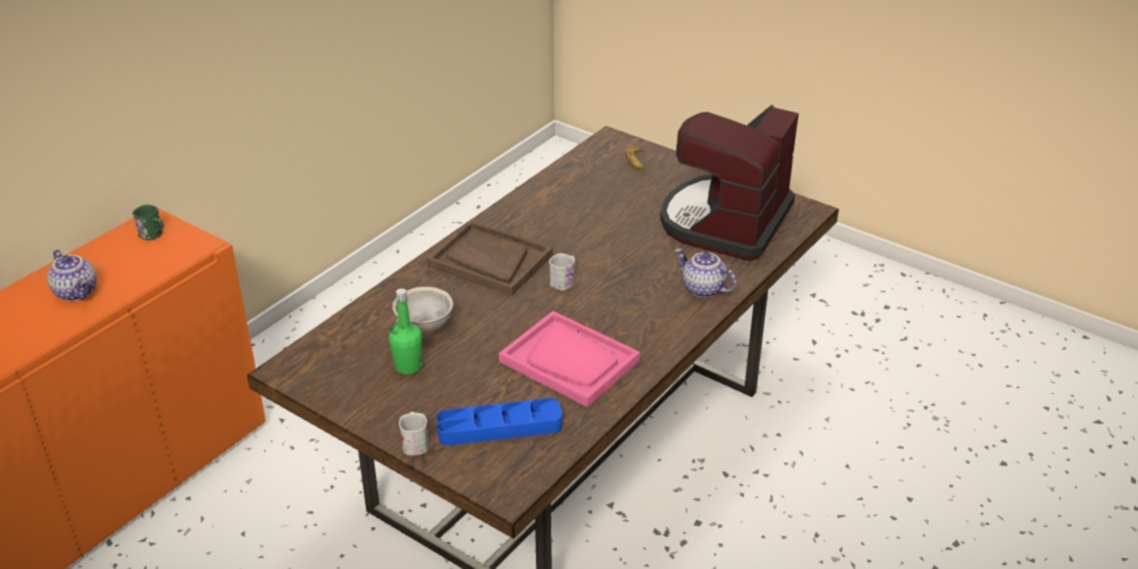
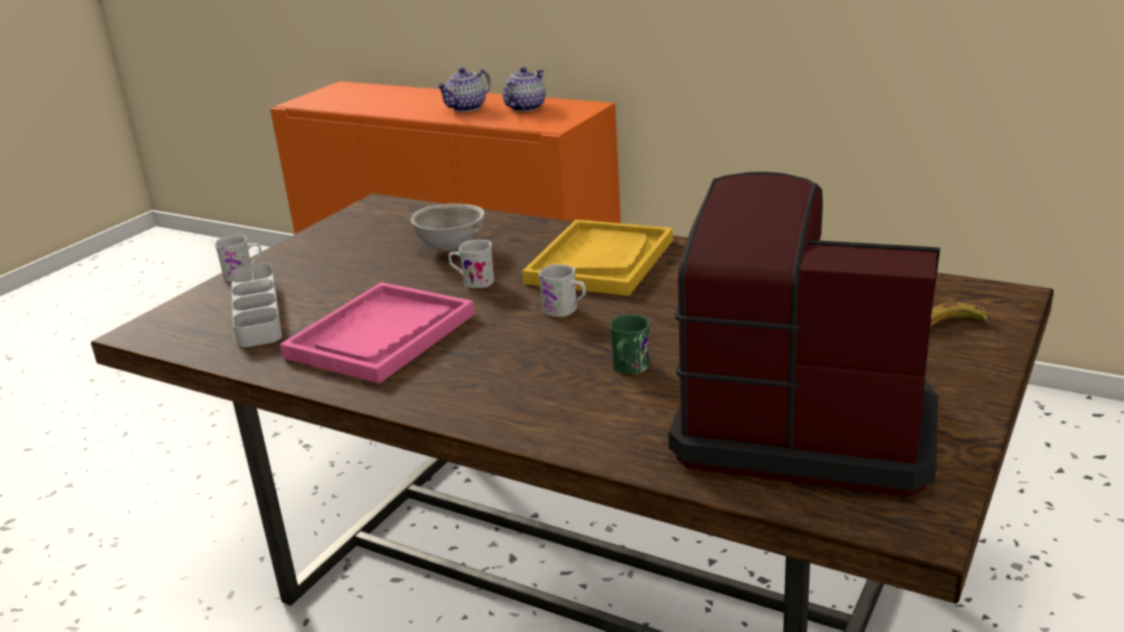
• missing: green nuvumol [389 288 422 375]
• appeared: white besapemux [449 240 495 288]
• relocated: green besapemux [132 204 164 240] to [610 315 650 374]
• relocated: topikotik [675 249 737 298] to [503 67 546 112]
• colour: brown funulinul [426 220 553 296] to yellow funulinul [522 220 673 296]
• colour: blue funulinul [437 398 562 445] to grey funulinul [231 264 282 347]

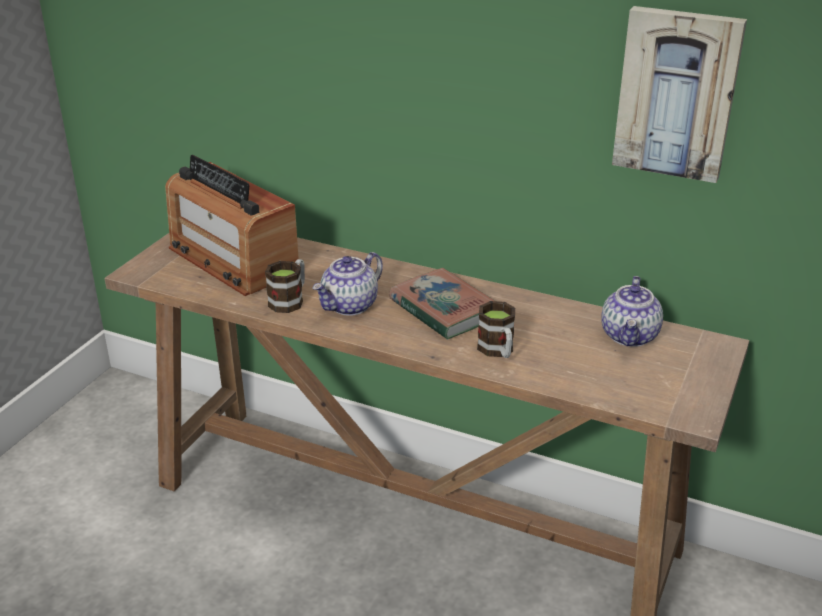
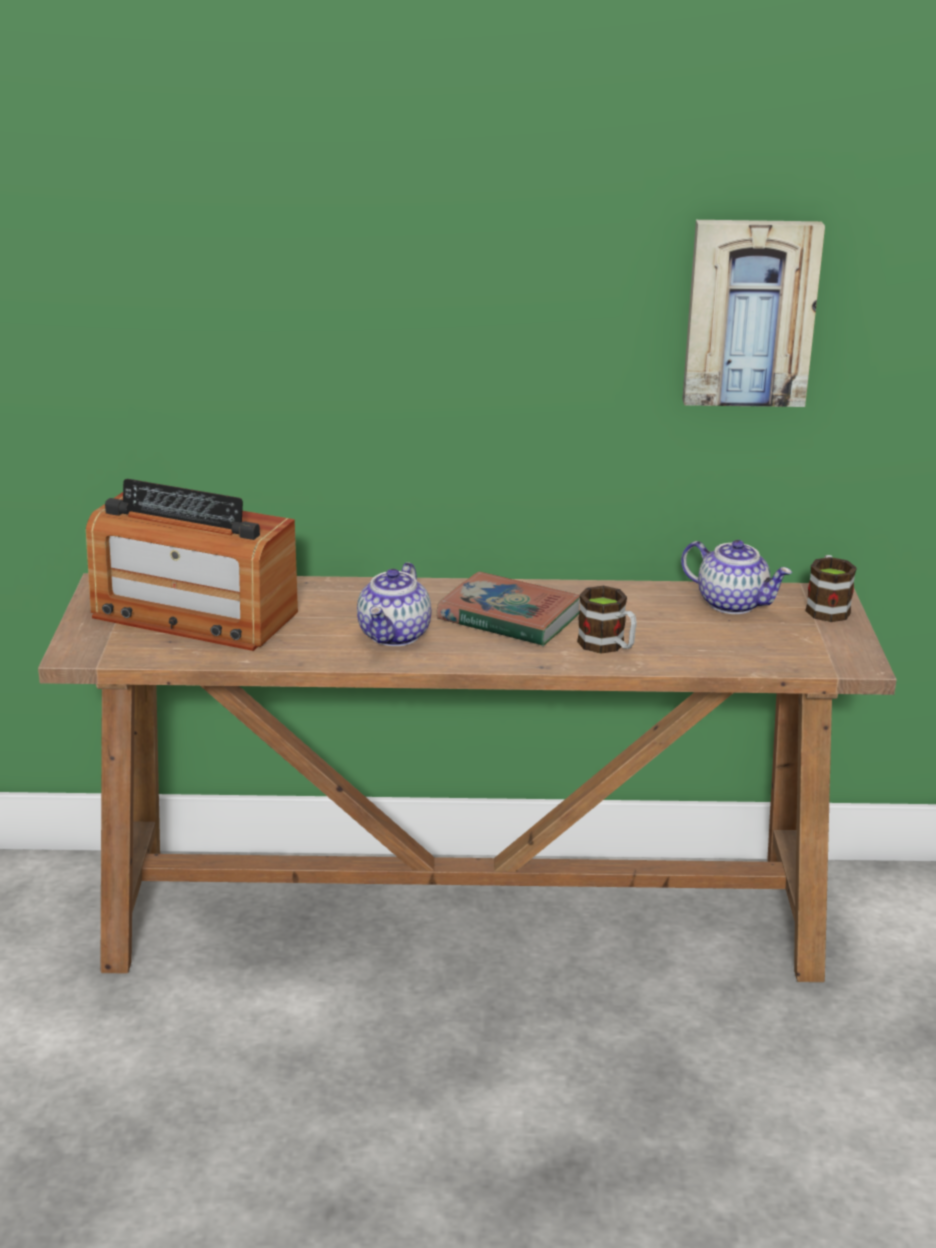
• relocated: besapemux [265 259 305 313] to [805 555 857 622]
• spun: topikotik [601 276 663 347] = [681 540 792 614] 45 degrees counterclockwise

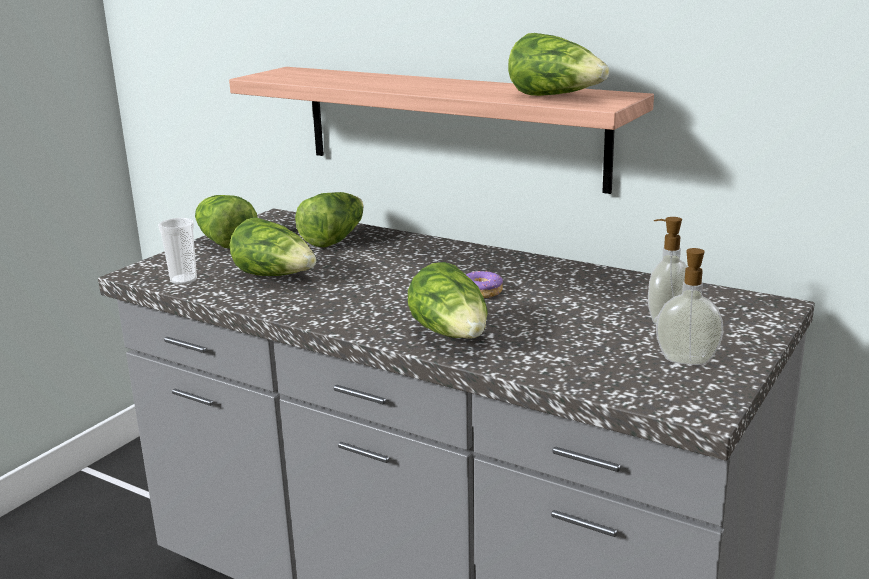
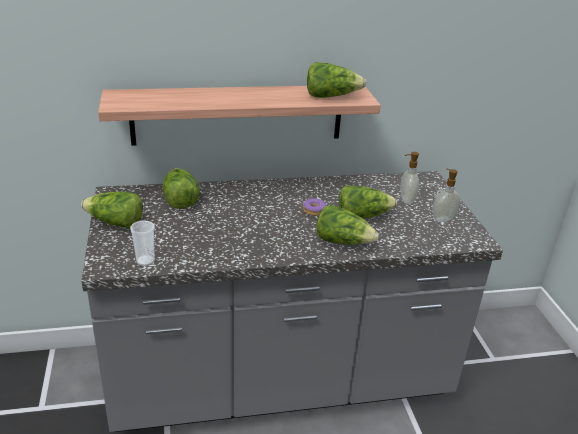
• relocated: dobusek [230 217 316 276] to [339 185 397 219]

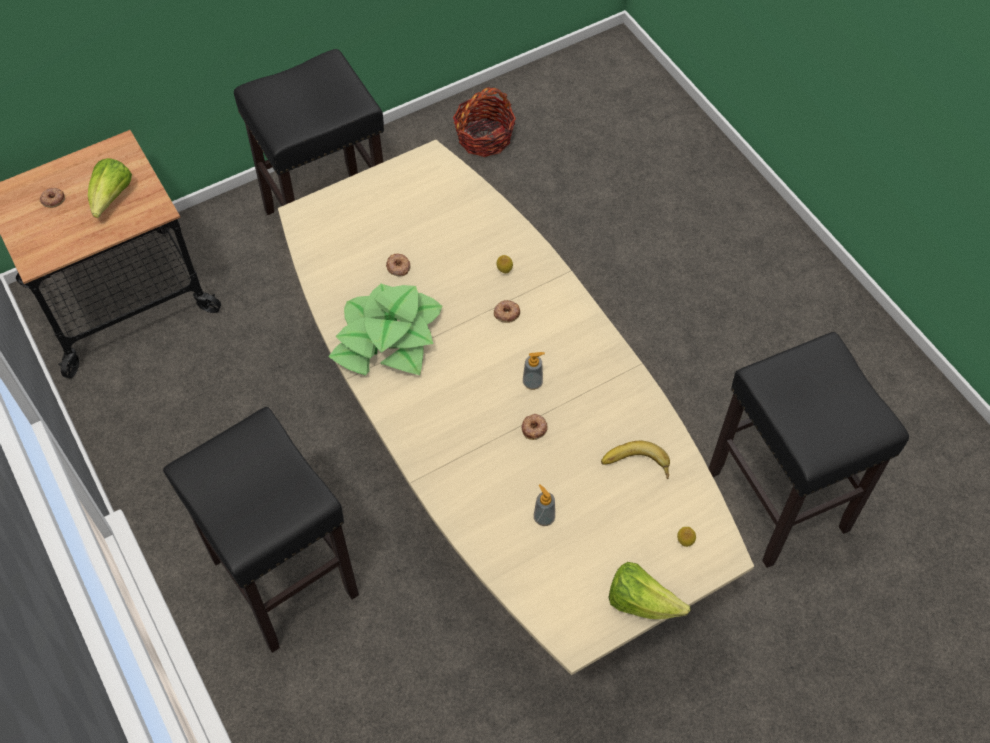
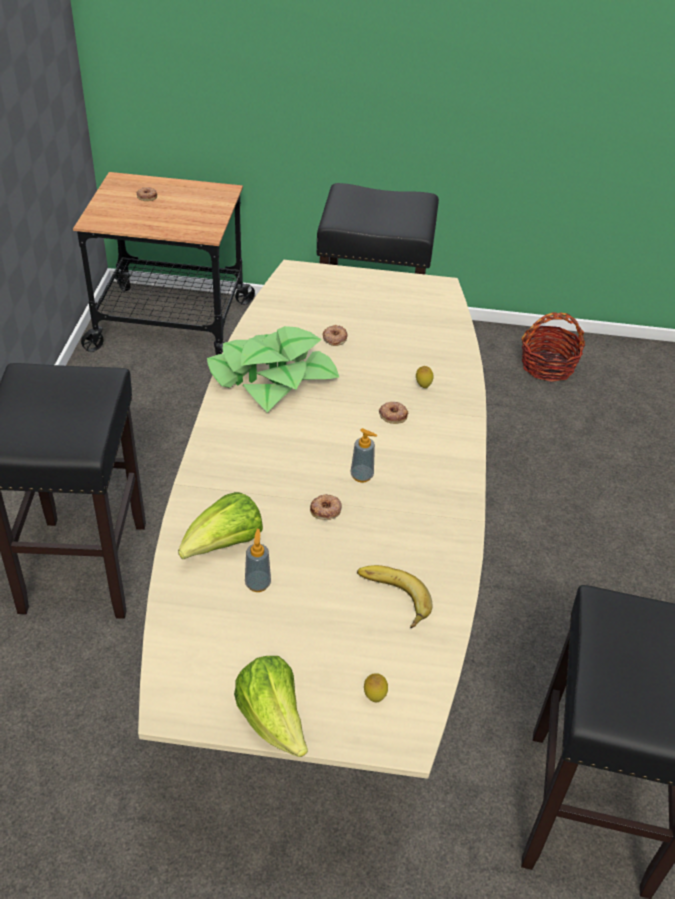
• relocated: dobusek [88 158 132 218] to [178 492 263 559]

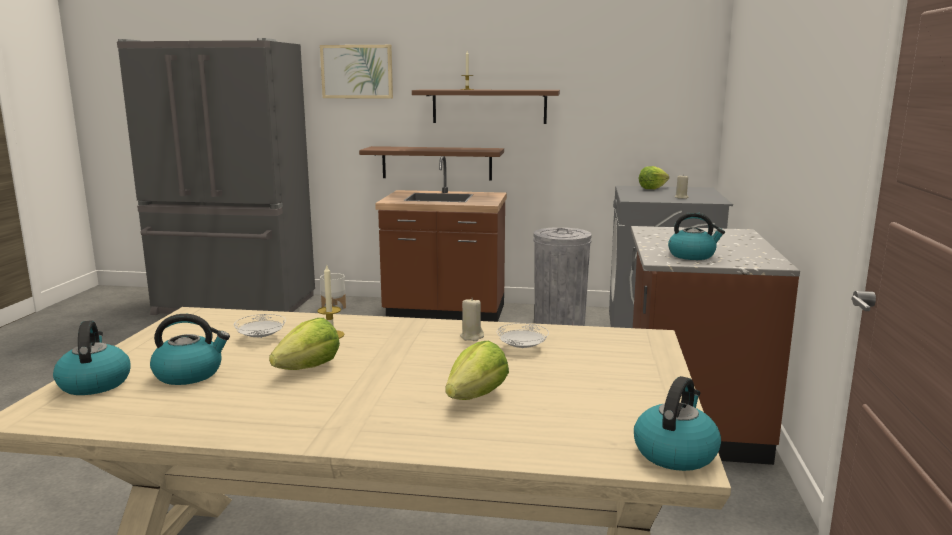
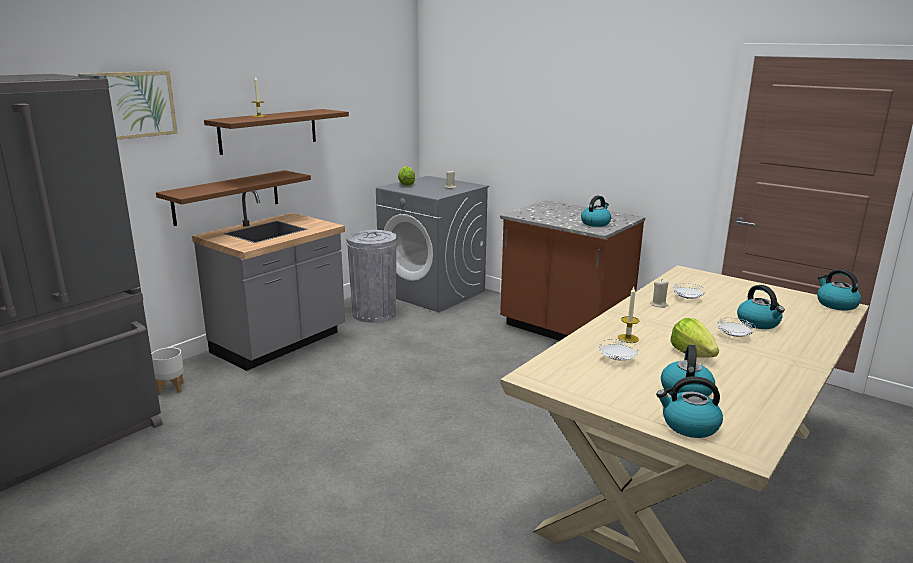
• appeared: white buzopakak [716 318 756 337]
• exchanged: dobusek [445 341 509 400] to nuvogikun [737 285 785 329]
• colour: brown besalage [375 156 507 322] to grey besalage [192 191 345 371]

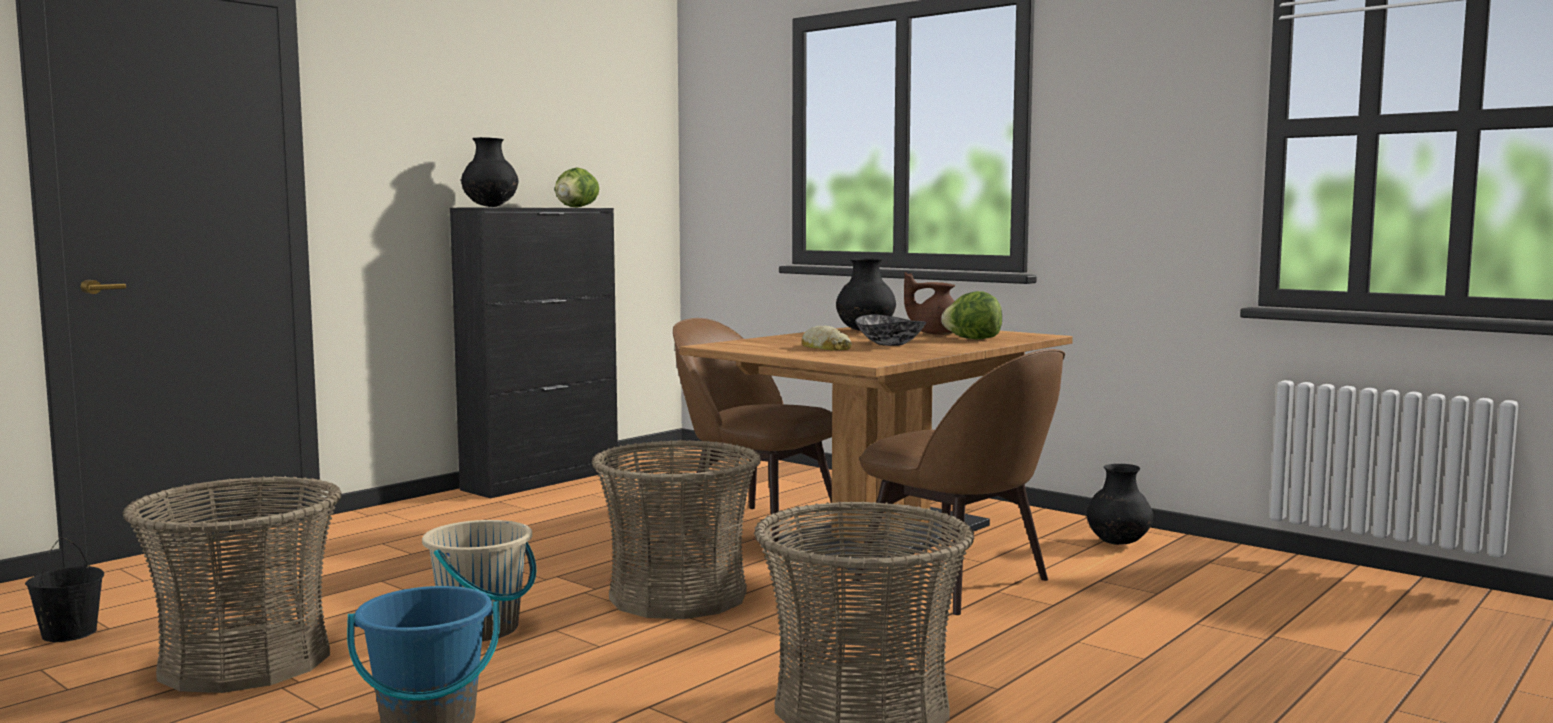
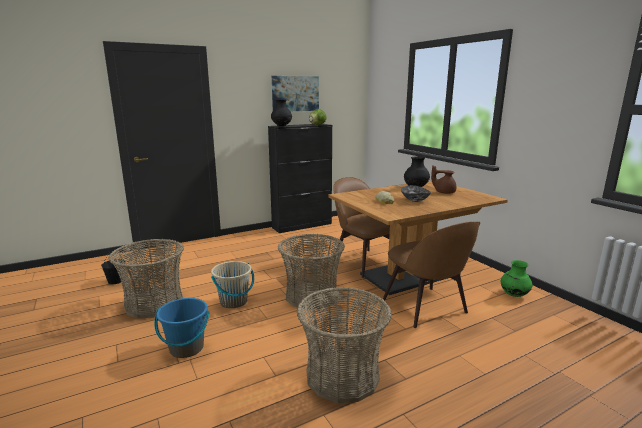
• missing: dobusek [941 291 1002 339]
• appeared: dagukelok [272 76 319 111]
• colour: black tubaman [1086 464 1153 545] to green tubaman [501 260 532 297]

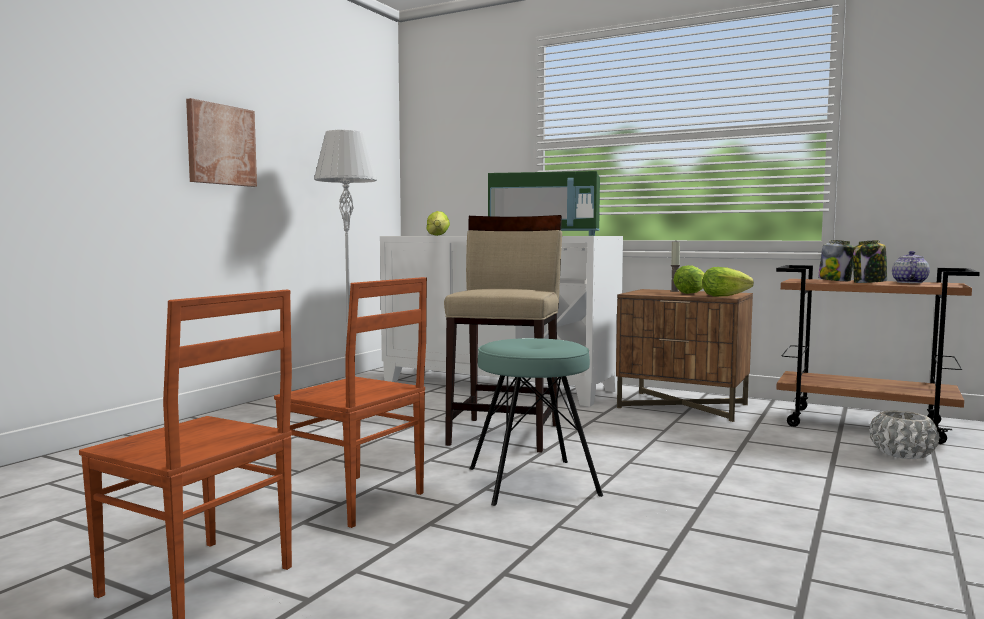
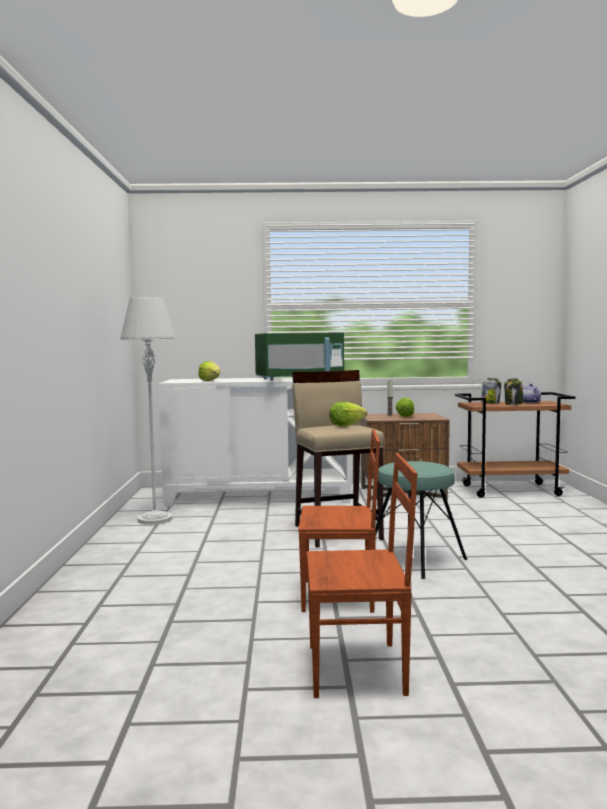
• missing: dagukelok [186 98 257 187]
• missing: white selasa [869 411 940 459]
• relocated: dobusek [703 267 754 297] to [329 402 367 426]

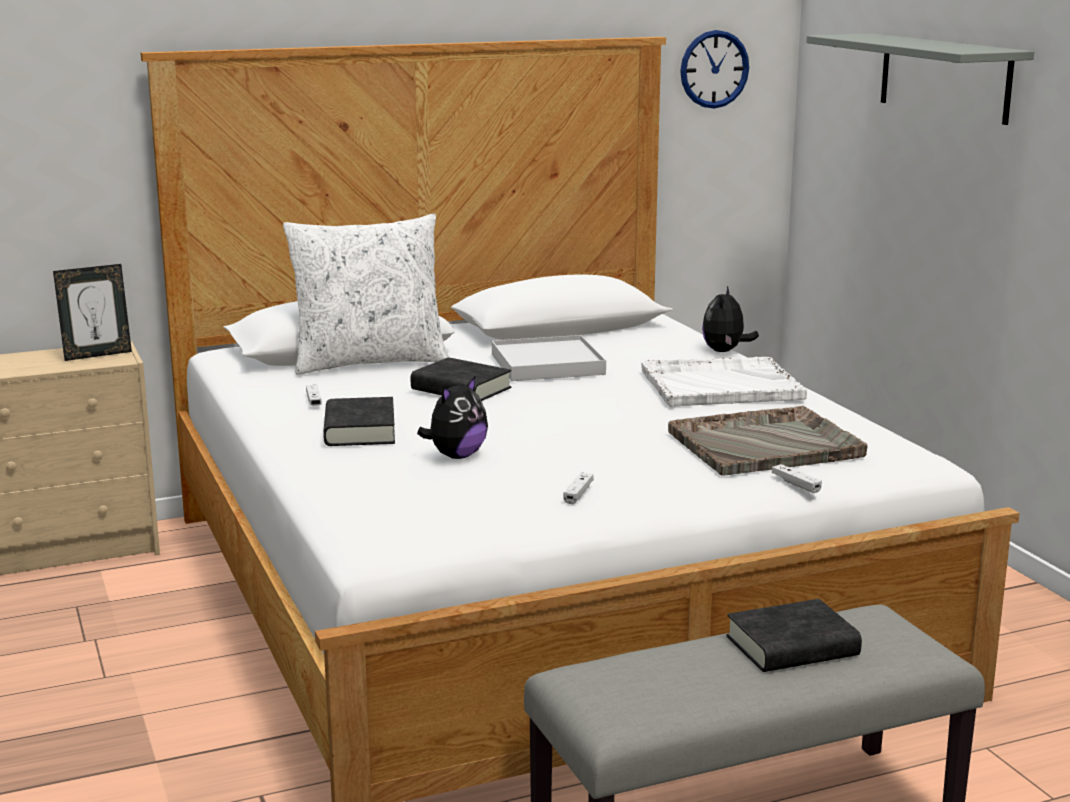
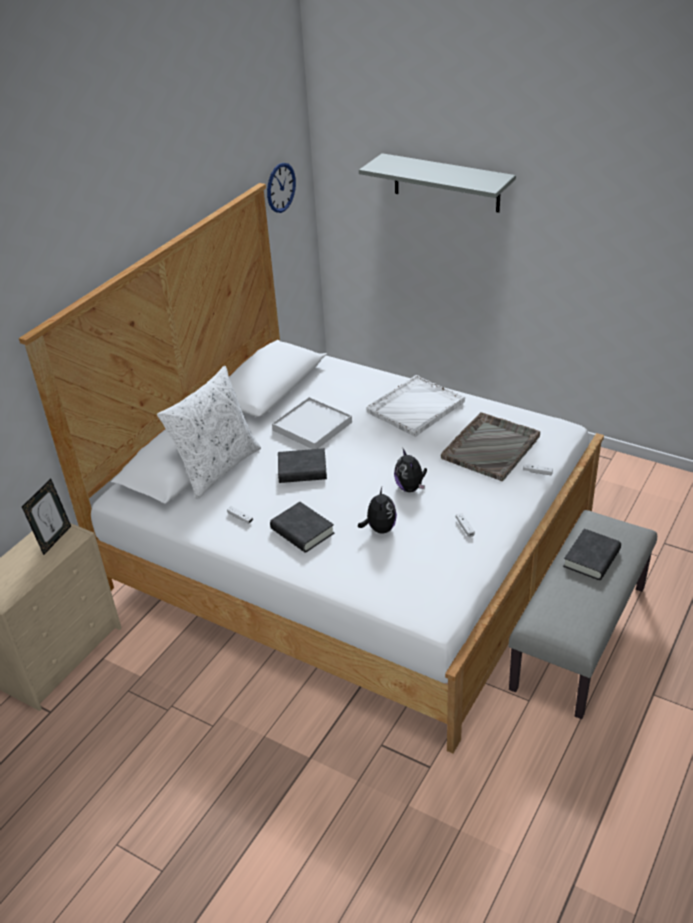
• relocated: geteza [702 286 759 352] to [394 449 427 492]

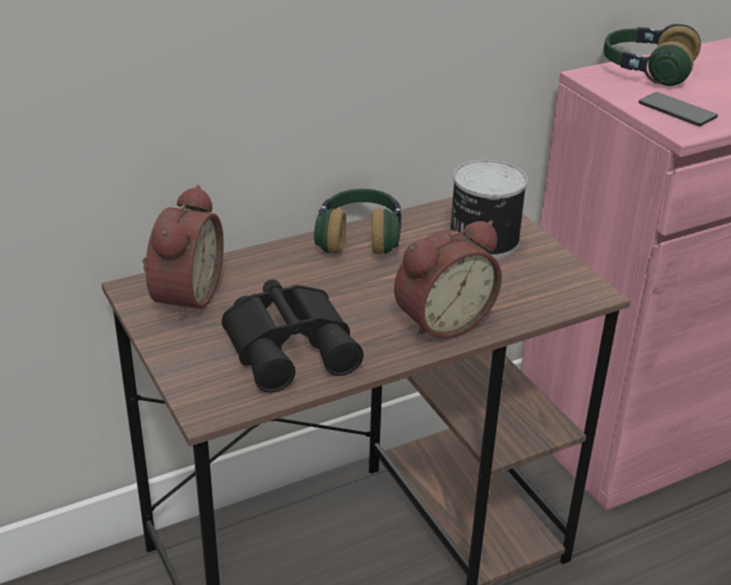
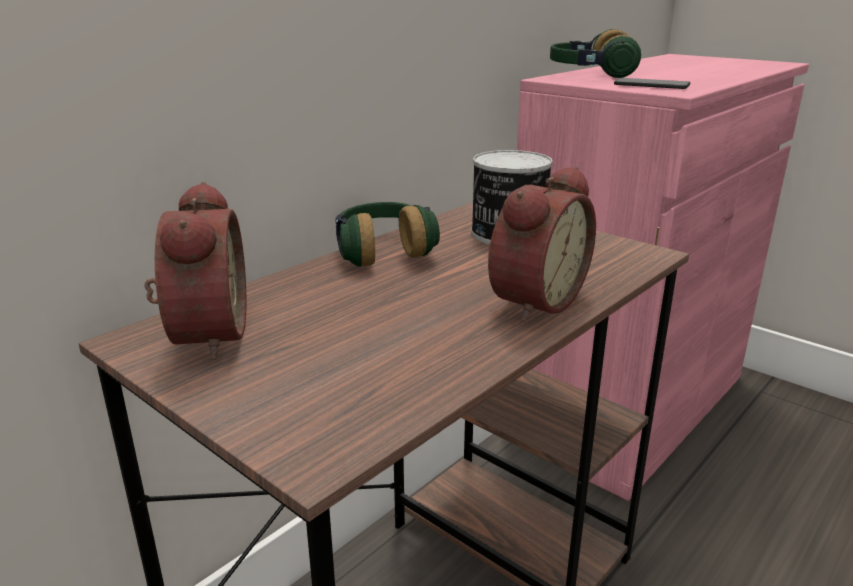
• missing: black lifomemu [222 279 364 393]

